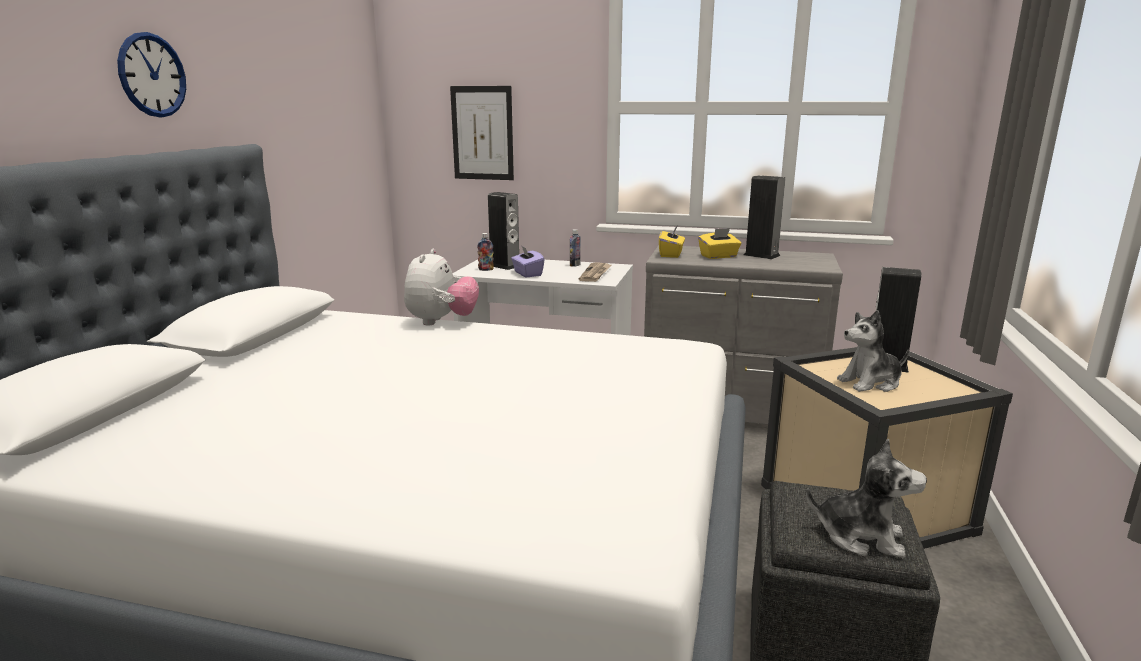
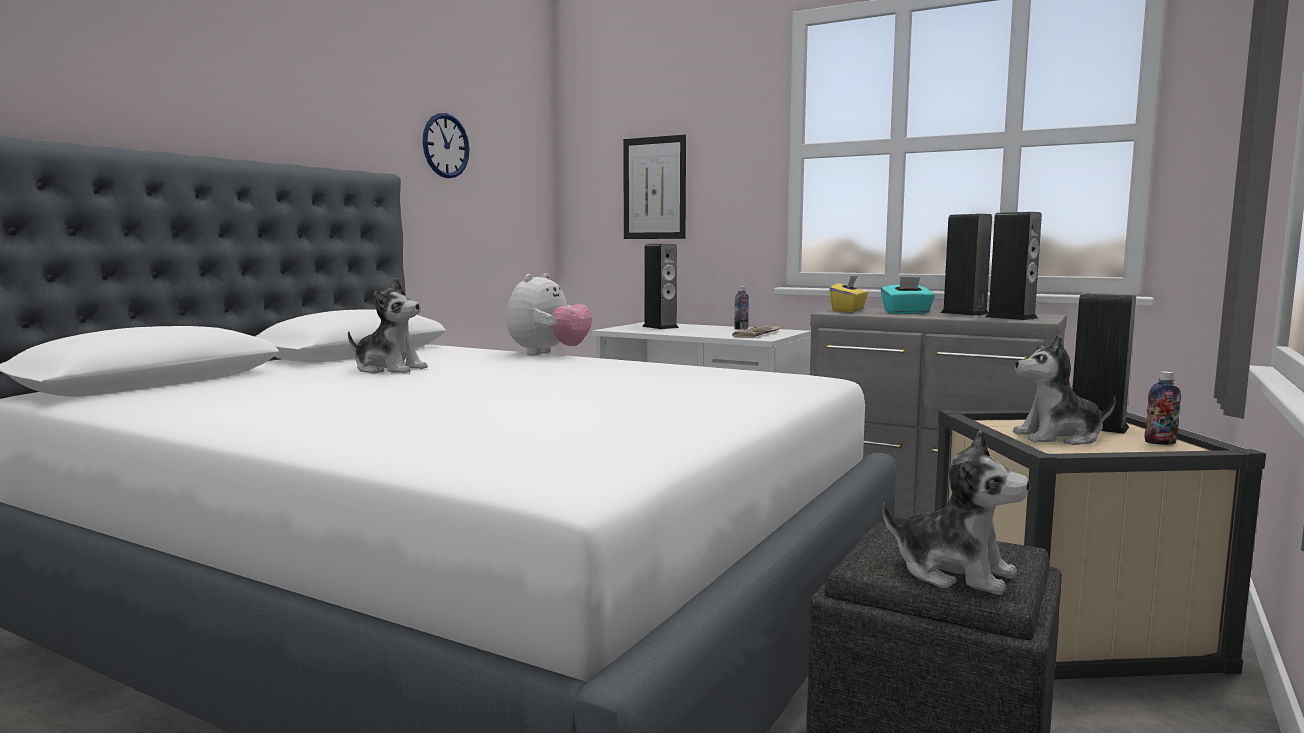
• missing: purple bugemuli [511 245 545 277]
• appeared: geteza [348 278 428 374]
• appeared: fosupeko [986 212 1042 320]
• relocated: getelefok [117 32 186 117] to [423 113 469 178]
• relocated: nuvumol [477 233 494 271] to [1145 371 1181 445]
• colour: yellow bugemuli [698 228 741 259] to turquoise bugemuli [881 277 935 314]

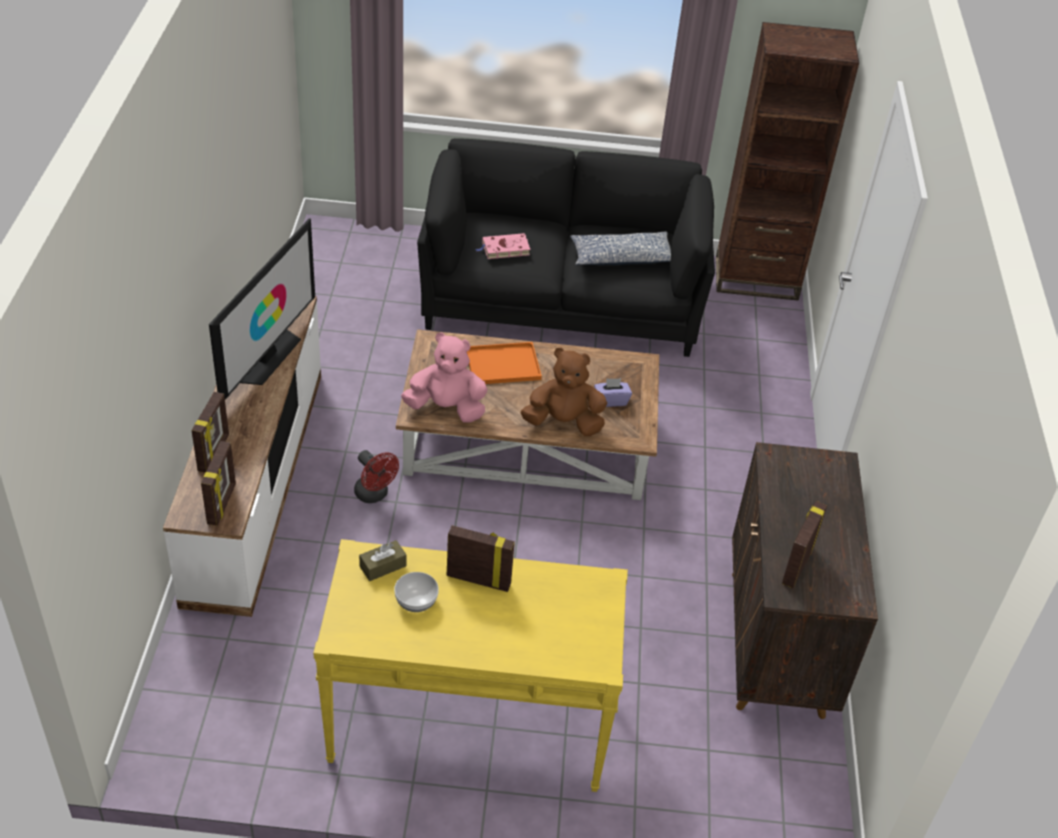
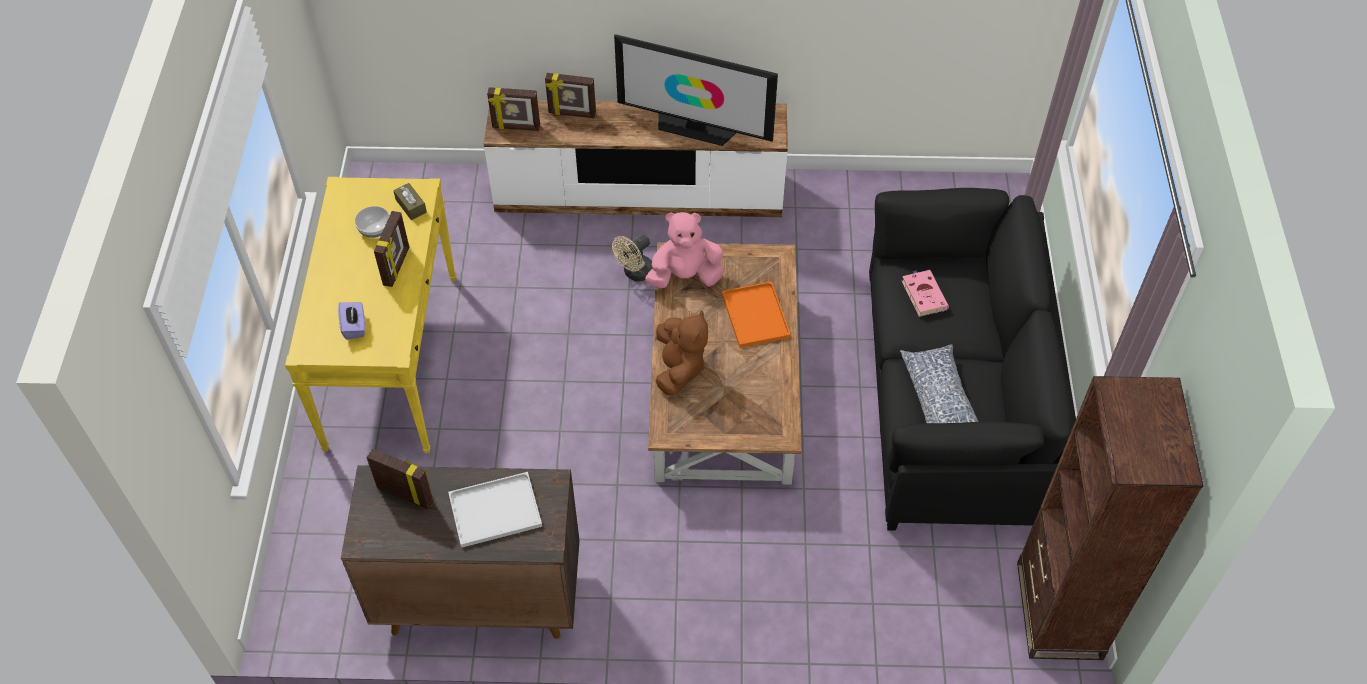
• appeared: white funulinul [448 472 542 548]
• relocated: purple bugemuli [594 378 632 407] to [338 302 365 339]
• colour: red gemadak [354 450 399 503] to beige gemadak [612 235 653 281]
• spun: pink geteza [401 332 487 423] = [645 212 724 288] 105 degrees counterclockwise

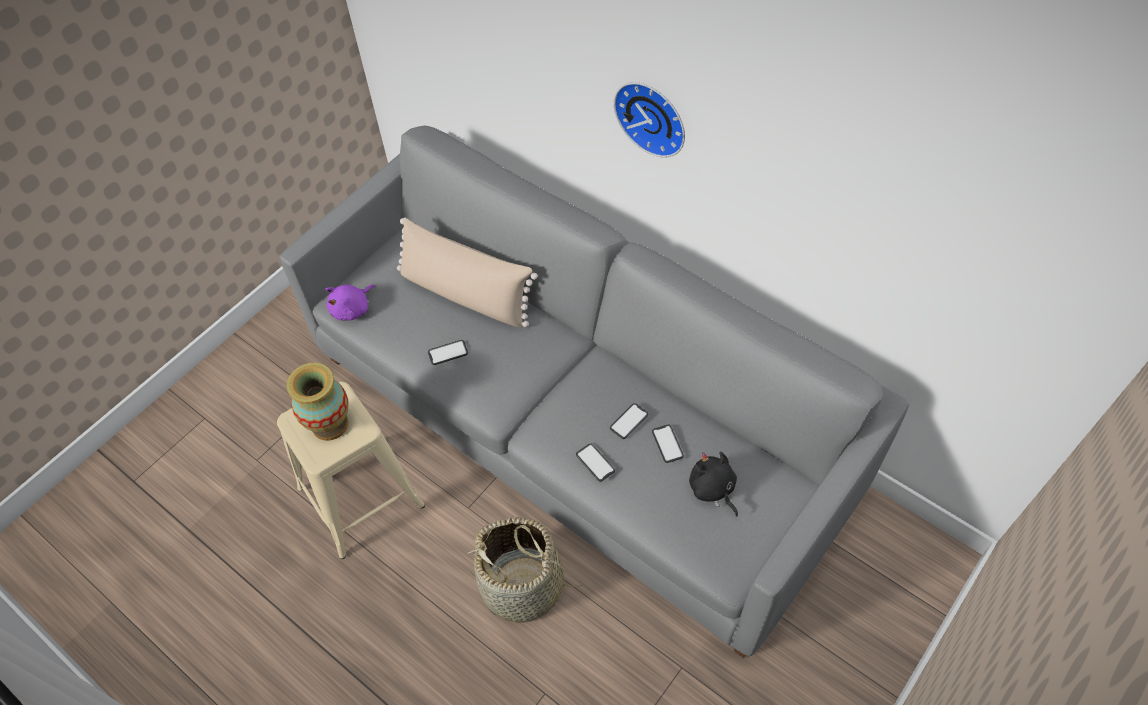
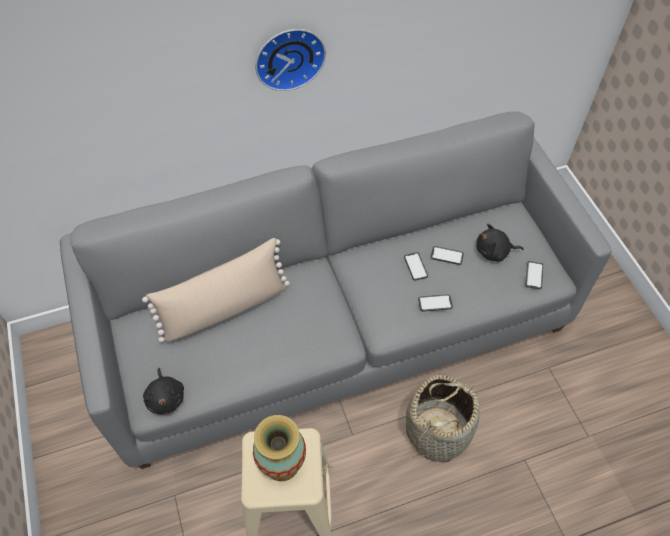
• relocated: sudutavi [428 340 468 365] to [525 261 543 289]
• colour: purple geteza [325 284 375 320] to black geteza [143 368 184 415]

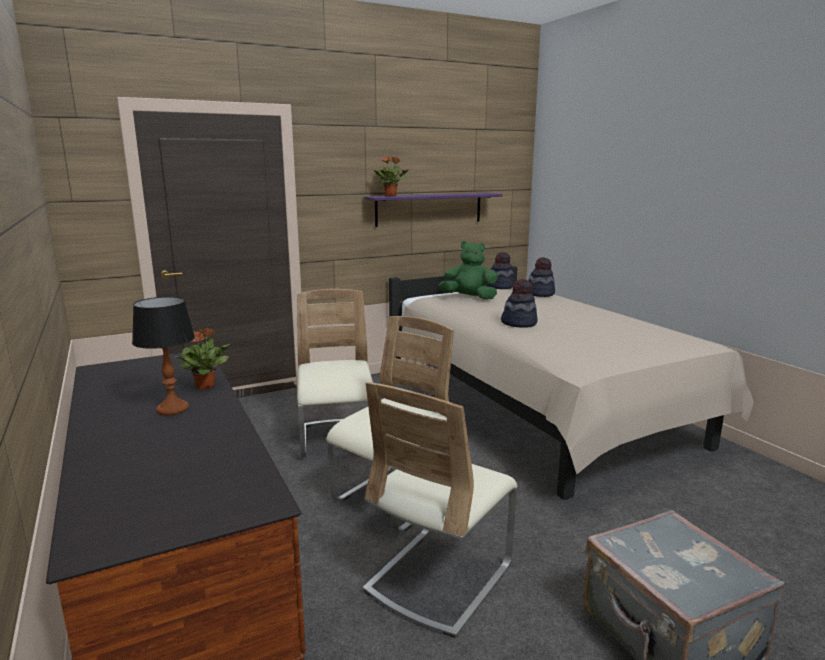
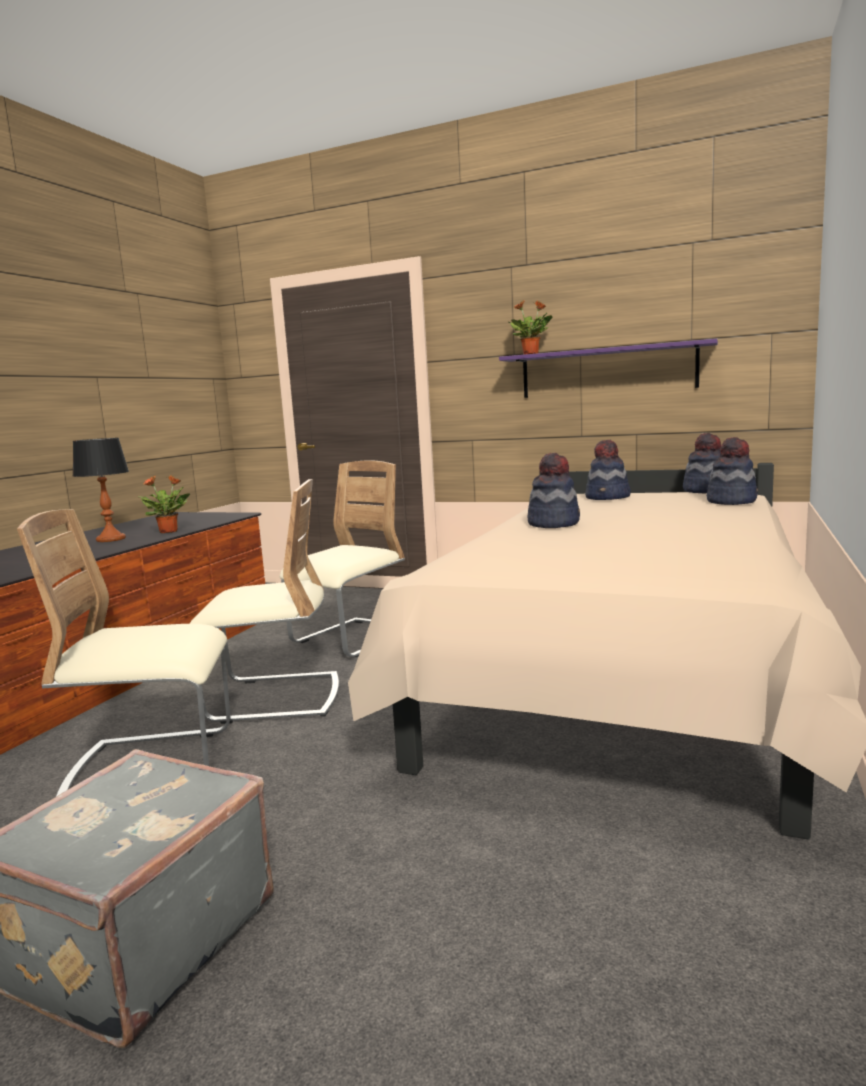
• exchanged: green geteza [439 241 498 300] to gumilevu [585 440 631 500]

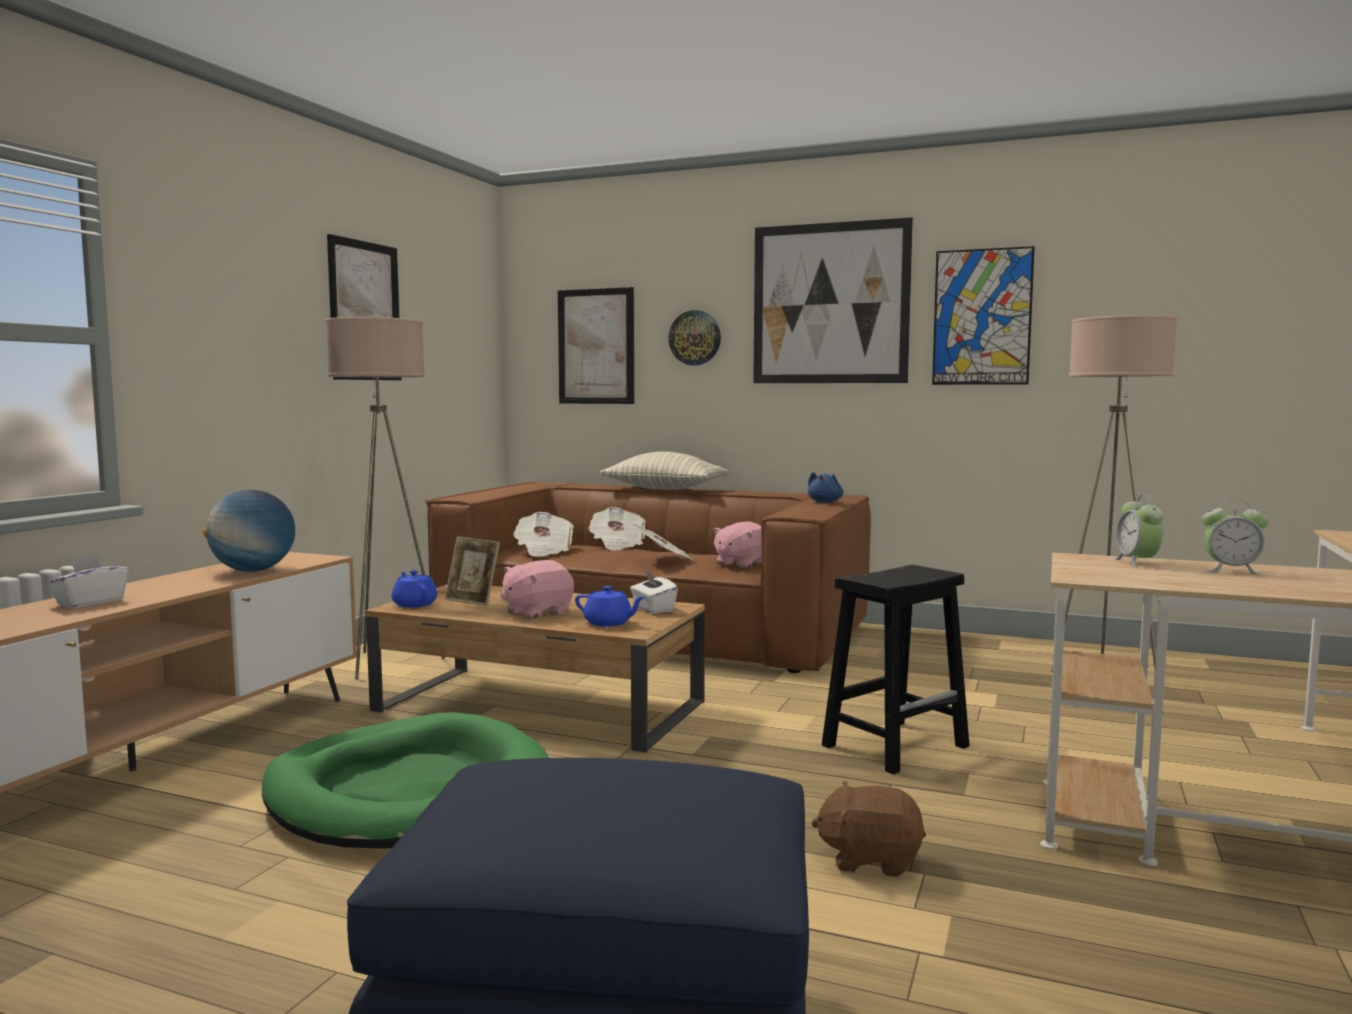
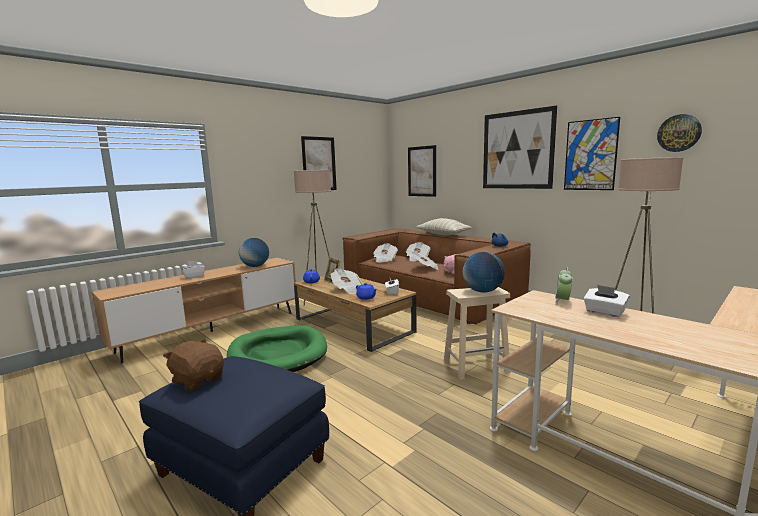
• appeared: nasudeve [463 252 505 293]
• relocated: getelefok [668 310 721 365] to [657 114 702 152]
• relocated: brown geteza [811 781 926 877] to [163 339 224 391]
• exchanged: pink geteza [500 560 574 619] to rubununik [331 269 363 294]
• exchanged: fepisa [1202 499 1268 575] to white bugemuli [584 285 630 317]
• colour: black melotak [822 565 970 774] to beige melotak [444 287 511 380]

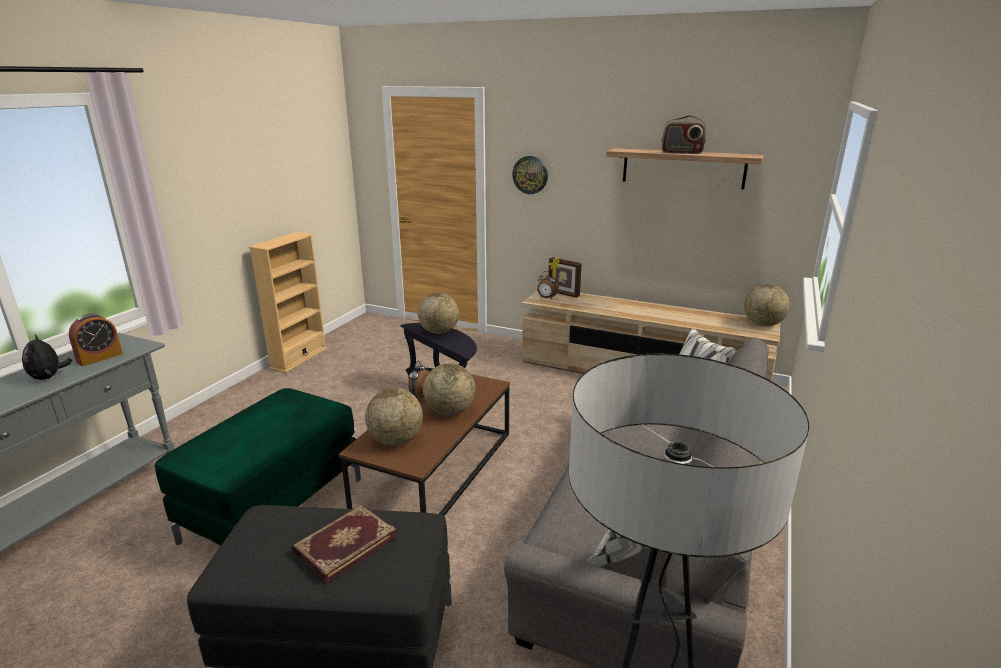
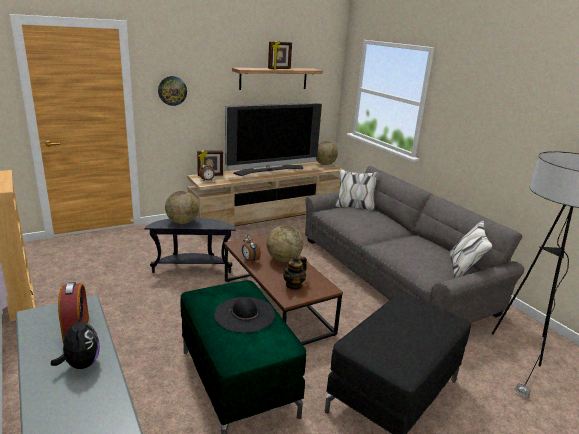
• missing: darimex [292 505 397 583]
• appeared: black gumilevu [214 297 275 333]
• appeared: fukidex [225 103 322 176]
• exchanged: nasudeve [365 388 423 446] to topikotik [283 256 307 290]
• exchanged: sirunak [662 115 706 154] to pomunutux [268 41 292 69]
• spun: geteza [22 333 72 380] = [51 313 100 369] 120 degrees counterclockwise

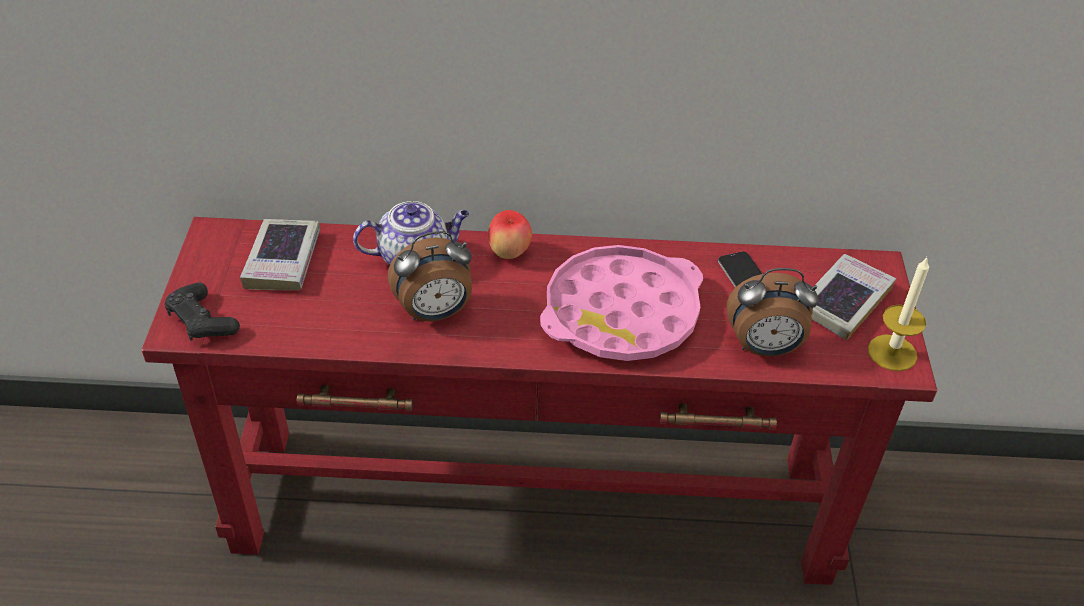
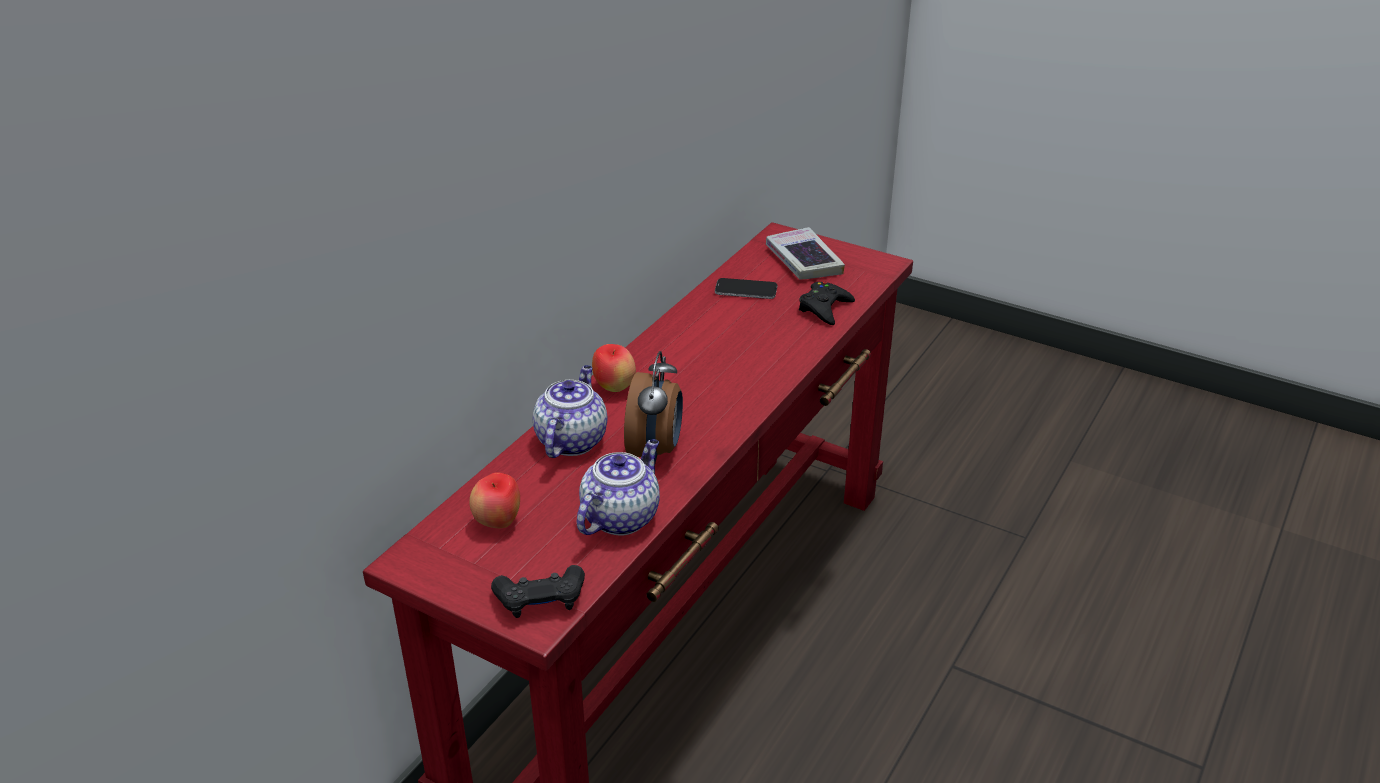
• missing: pink funulinul [540 245 703 361]
• missing: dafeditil [868 257 929 371]
• appeared: topikotik [577 439 660 536]
• exchanged: darimex [240 219 321 290] to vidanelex [469 472 520 528]
• exchanged: fepisa [727 268 818 357] to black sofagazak [799 282 855 325]

